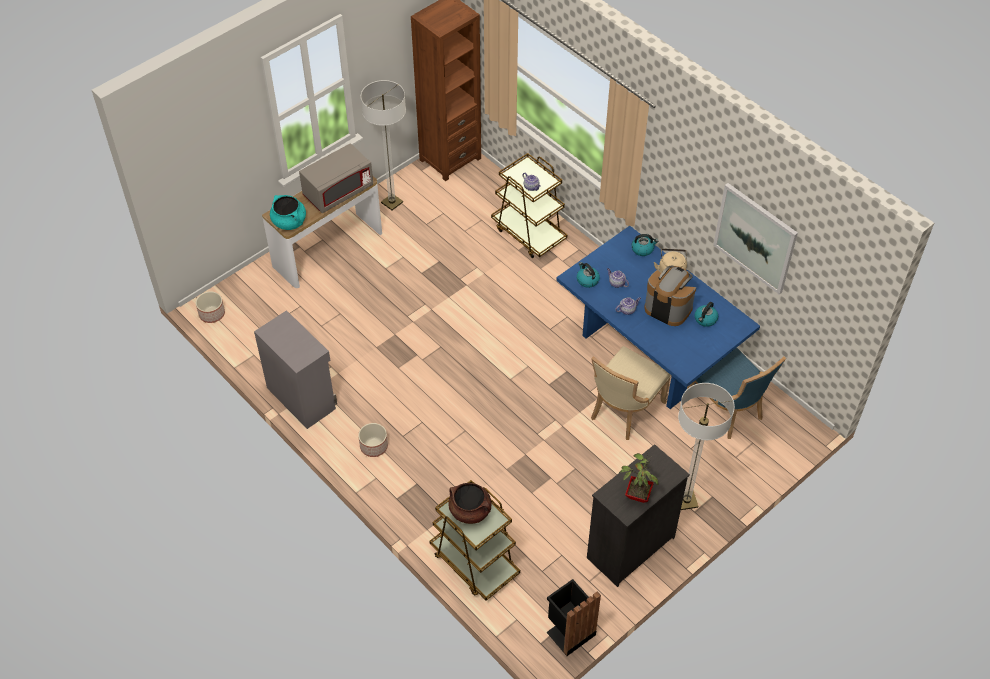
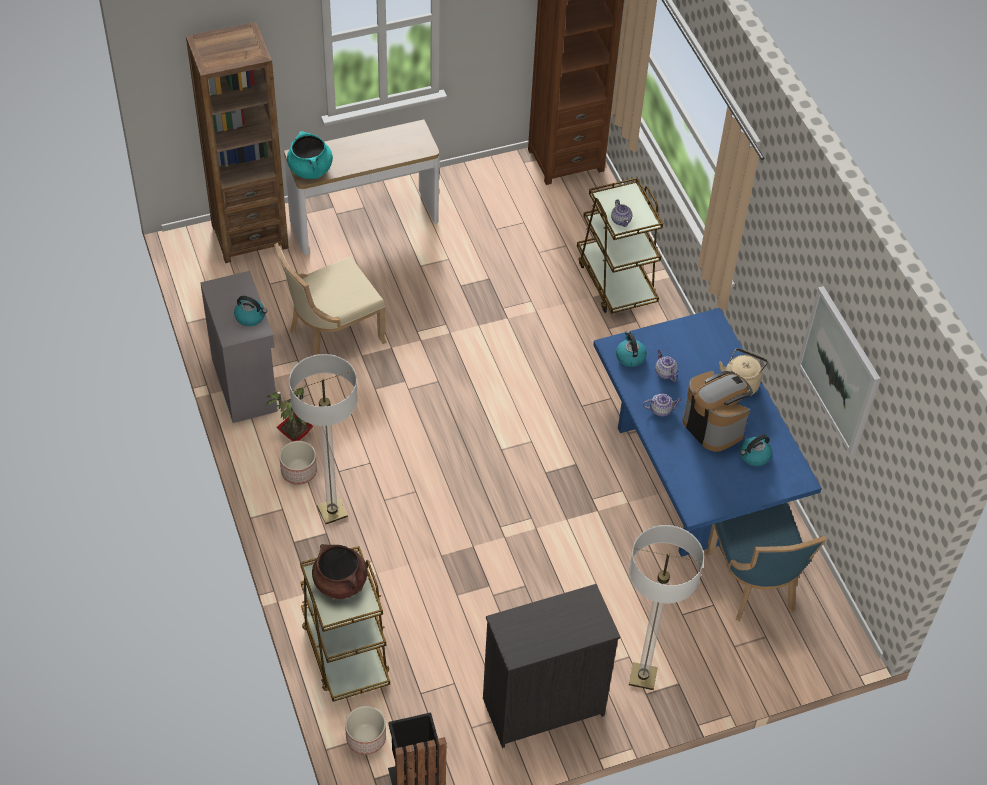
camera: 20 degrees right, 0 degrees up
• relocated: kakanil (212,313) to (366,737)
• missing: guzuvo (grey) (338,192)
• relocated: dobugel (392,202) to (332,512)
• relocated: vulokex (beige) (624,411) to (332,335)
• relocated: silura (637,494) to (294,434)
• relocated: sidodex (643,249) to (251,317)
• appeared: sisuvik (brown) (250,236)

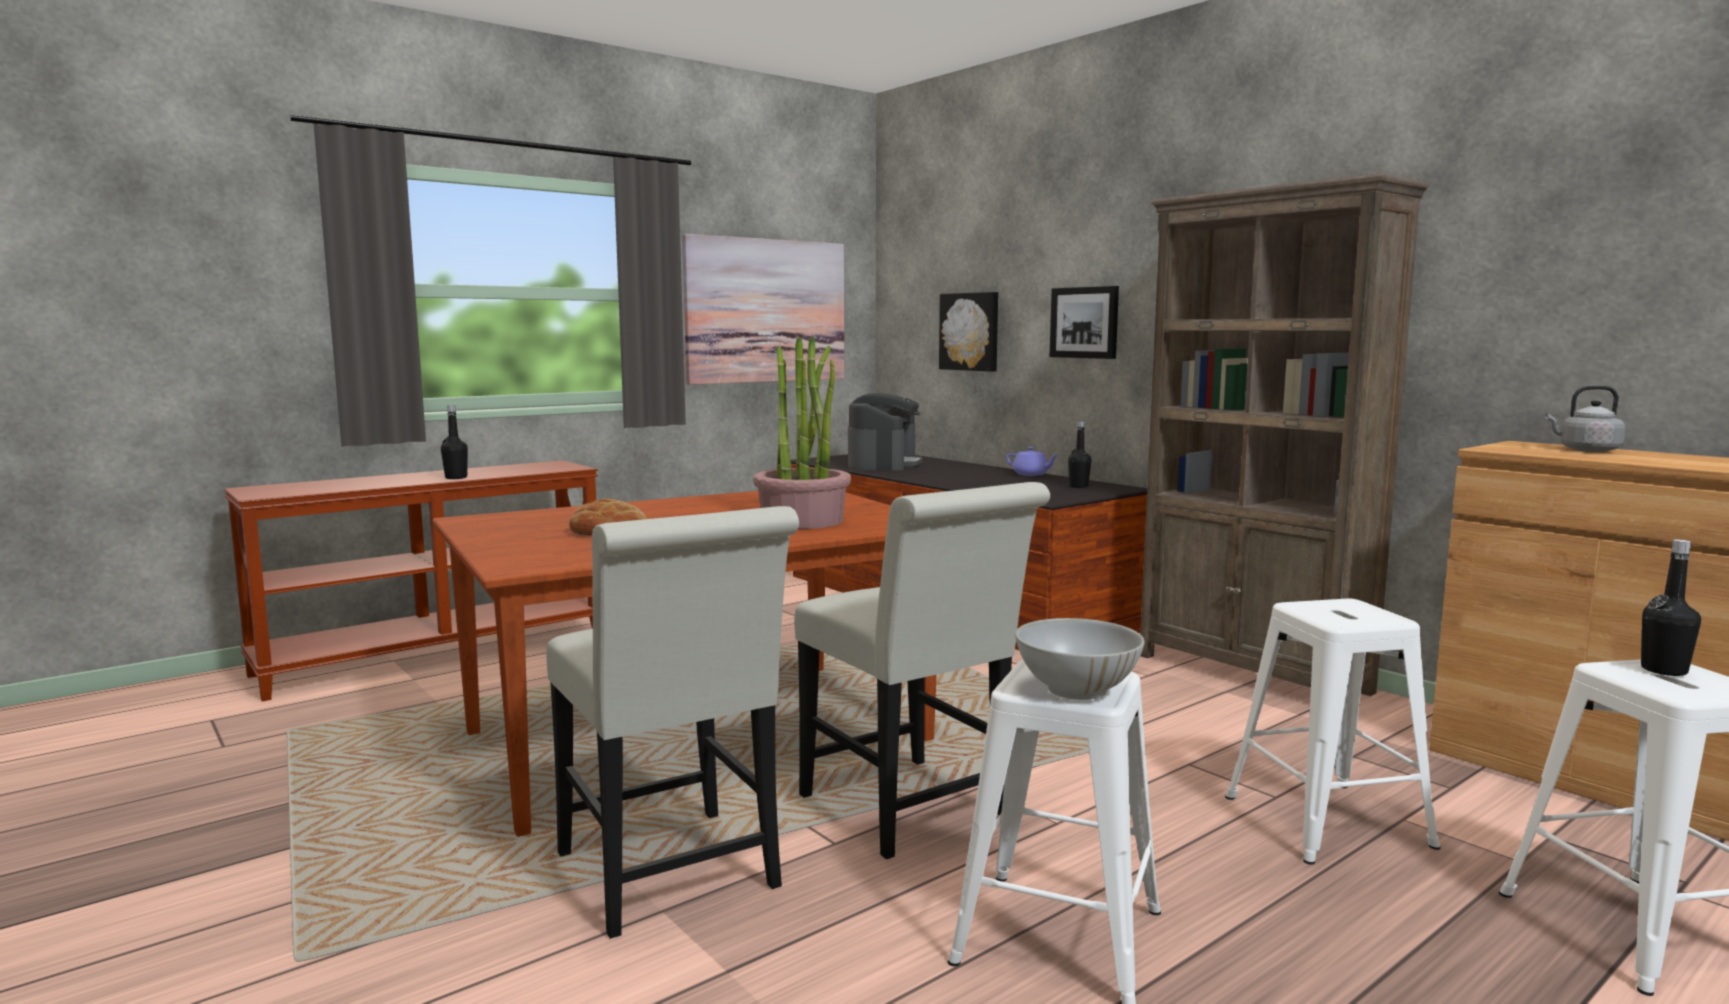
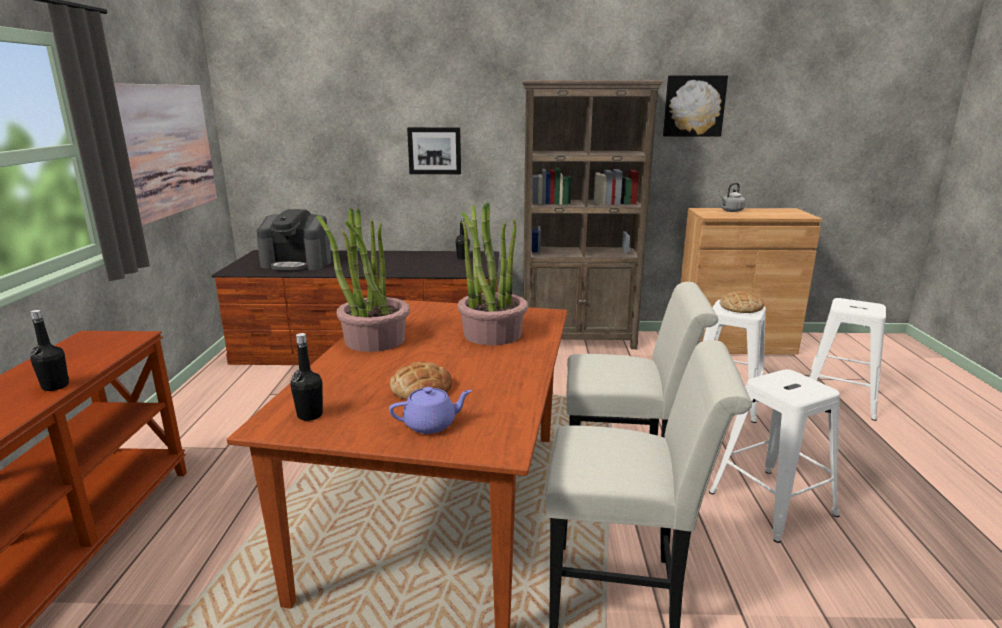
camera: 50 degrees left, 10 degrees up
• spun: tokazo (884,464) = (297,264) 135 degrees clockwise
• relocated: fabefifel (970,331) to (693,106)
• relocated: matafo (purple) (1031,474) to (431,424)
• missing: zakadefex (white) (1076,689)
• relocated: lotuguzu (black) (1664,670) to (310,415)
• appeared: silura (374,340)
• appeared: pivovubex (740,307)

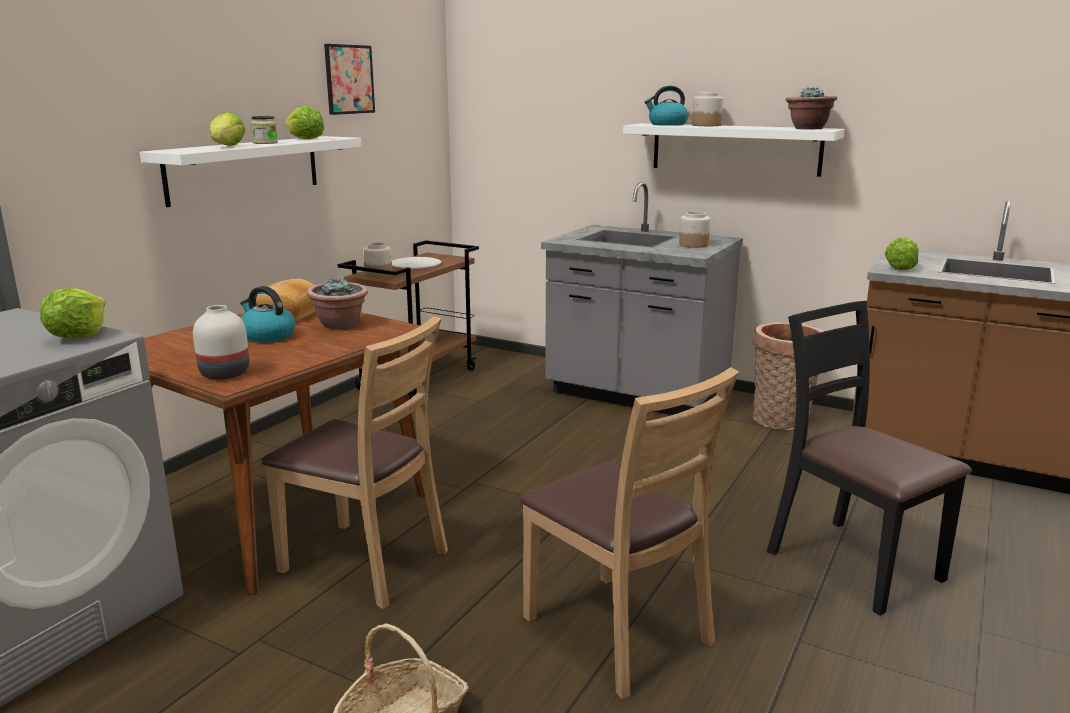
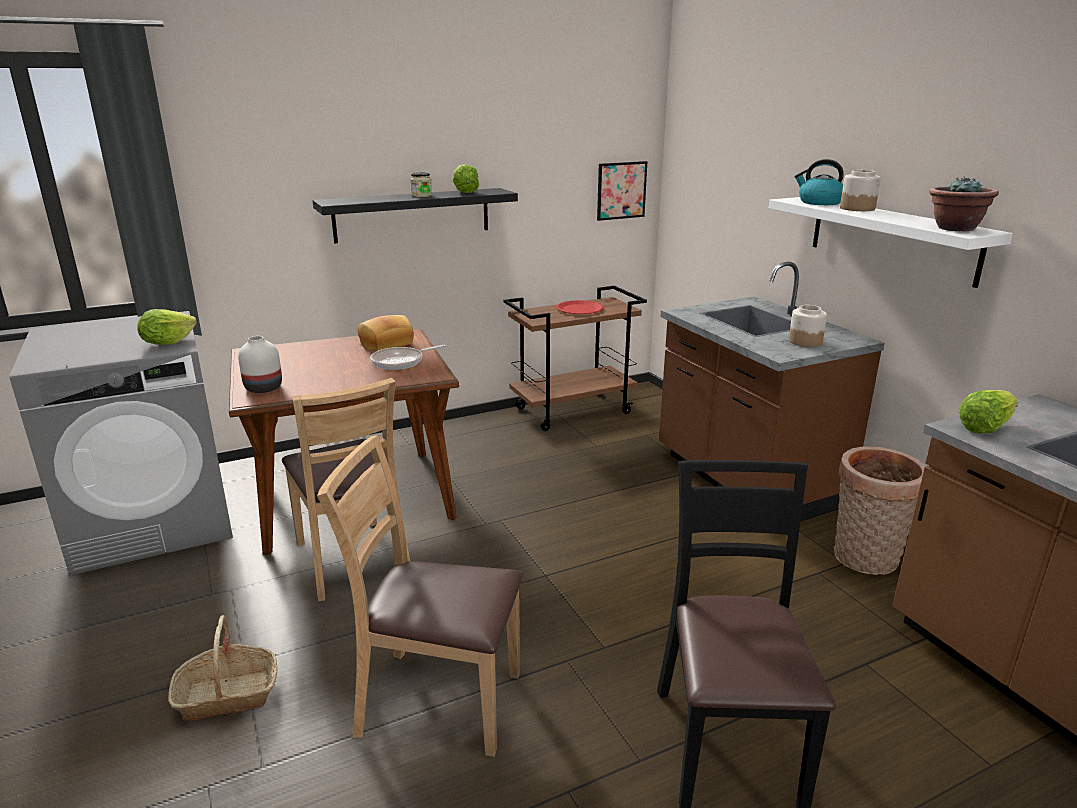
camera: 35 degrees right, 5 degrees up
• colour: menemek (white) (245,169) to menemek (black) (412,215)
• missing: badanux (227,146)
• missing: sidodex (267,336)
• exchanged: silura (340,325) to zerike (401,362)
• relocated: fabefifel (349,79) to (621,190)
• missing: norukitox (379,273)
• colour: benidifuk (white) (415,265) to benidifuk (red) (579,309)
• spun: vulokex (brown) (617,632) = (438,701) 105 degrees clockwise
• colour: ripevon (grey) (636,394) to ripevon (brown) (746,481)

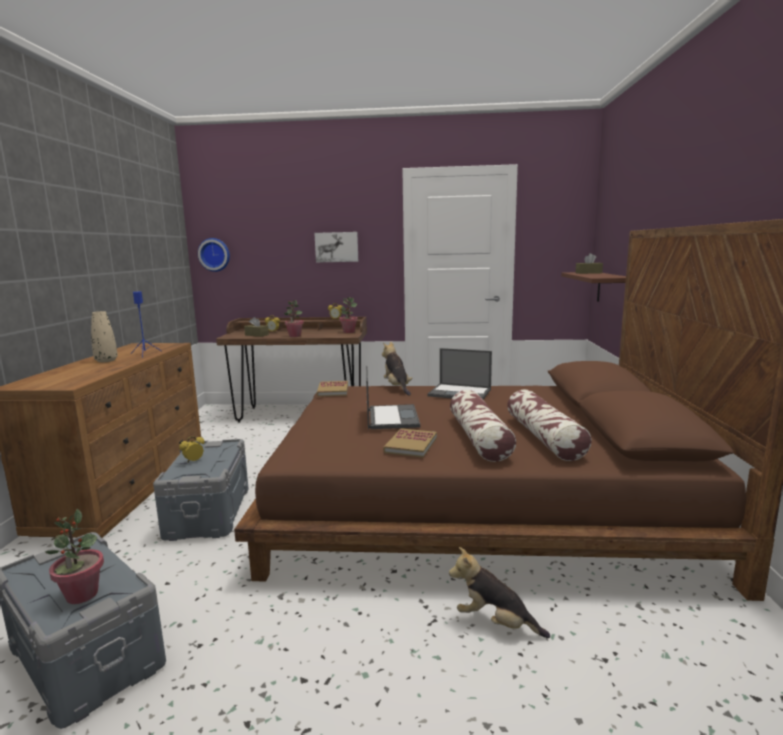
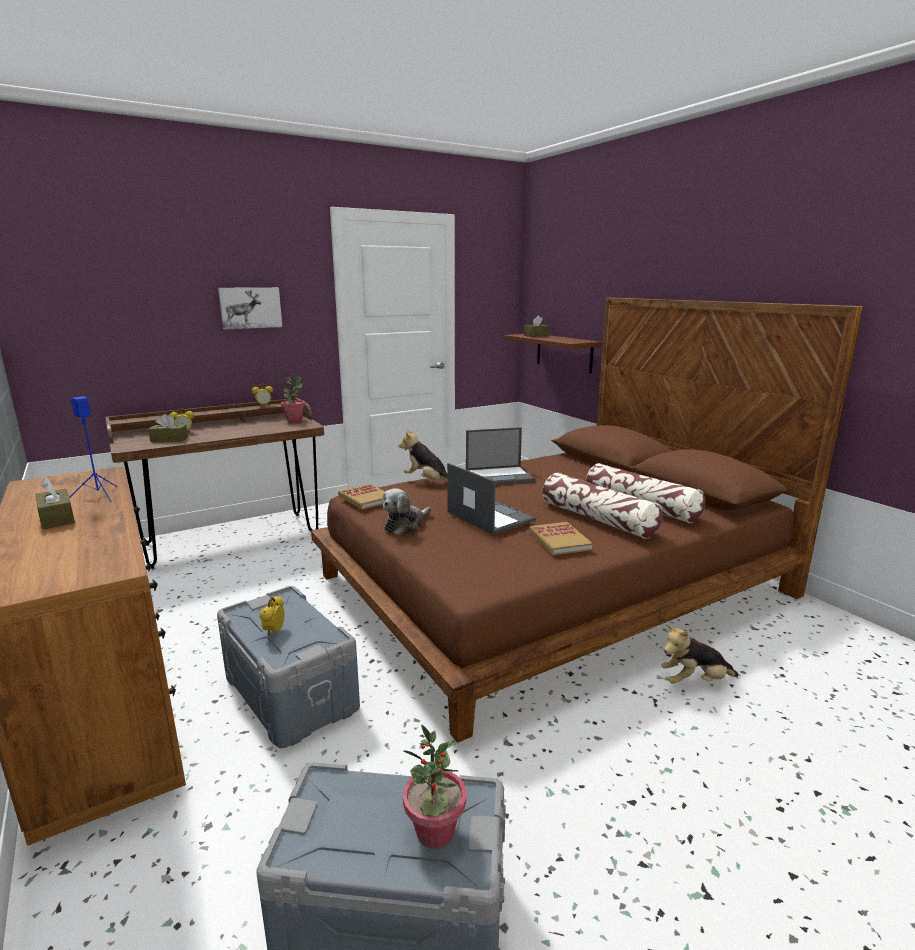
camera: 35 degrees left, 5 degrees up
• exchanged: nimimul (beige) (106,361) to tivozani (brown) (57,518)
• missing: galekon (215,254)
• missing: silura (294,336)
• appeared: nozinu (405,525)

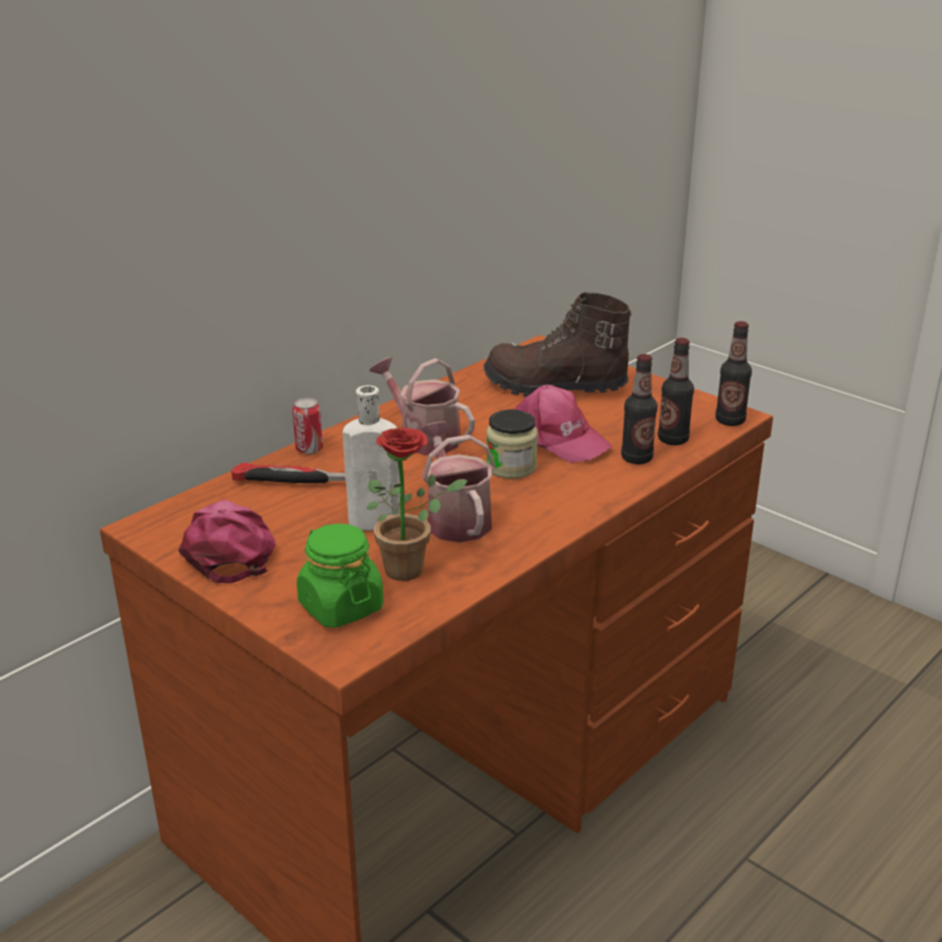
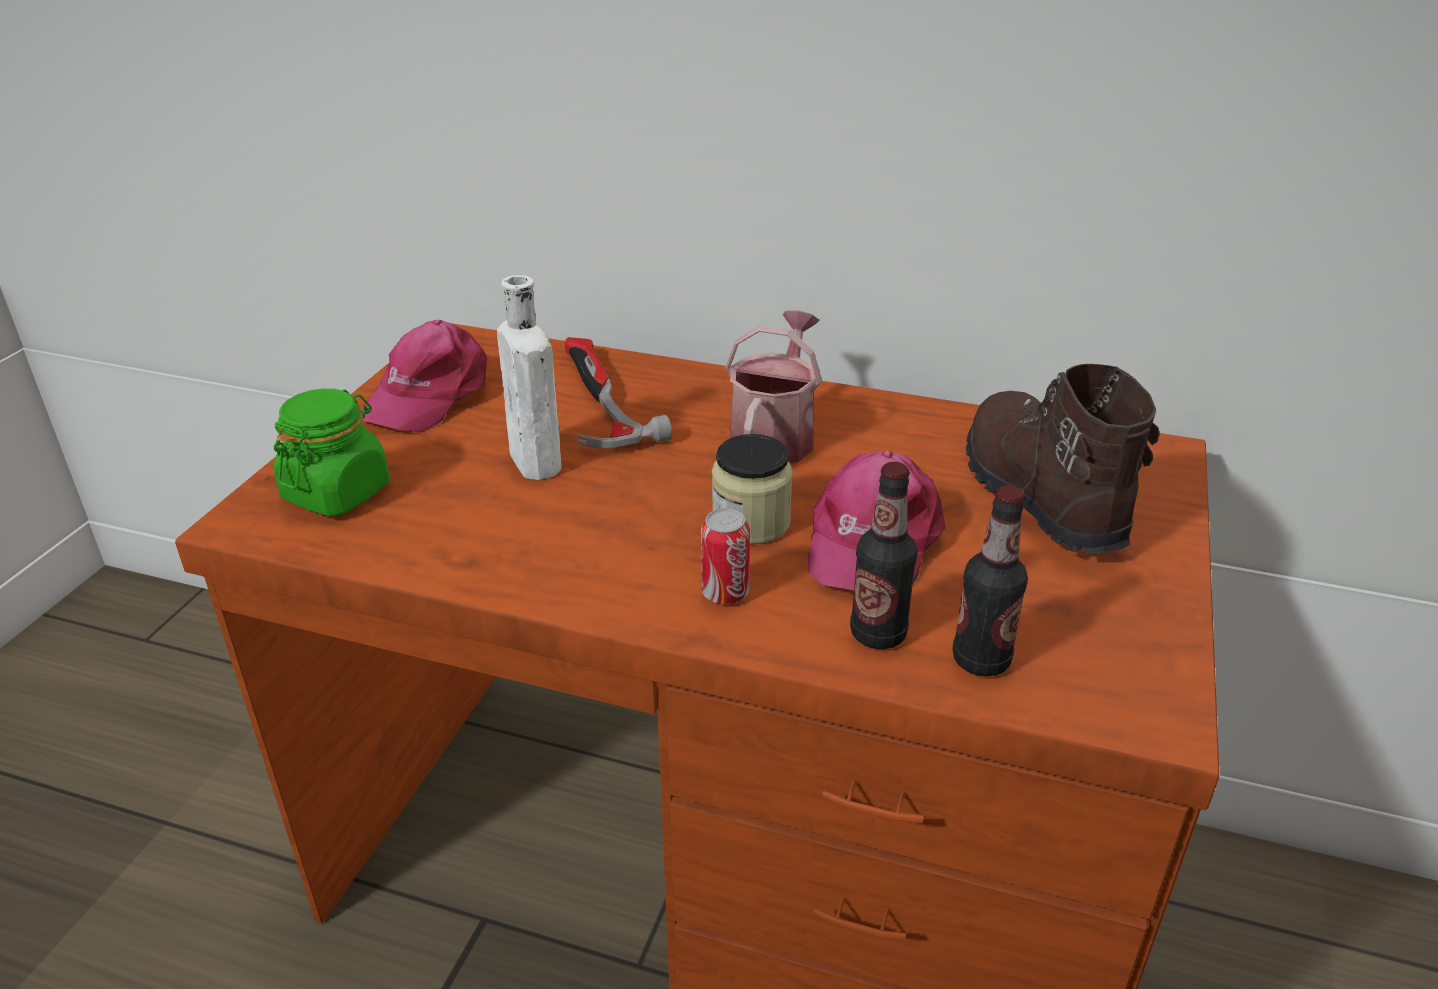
camera: 65 degrees right, 5 degrees up
• spun: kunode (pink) (230,549) = (429,394) 150 degrees clockwise
• relocated: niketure (309,449) to (725,593)
• missing: silura (412,568)
• missing: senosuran (455,518)
• missing: lotuguzu (730,421)

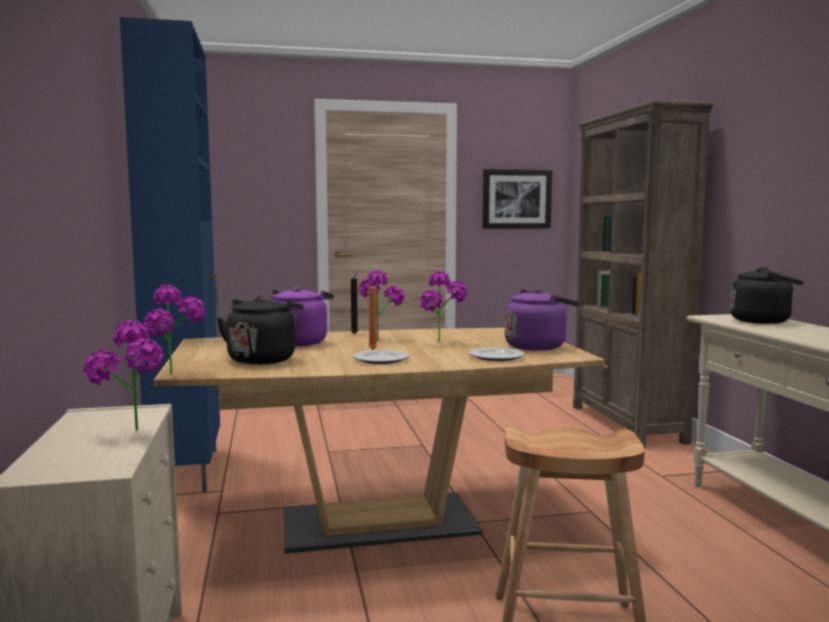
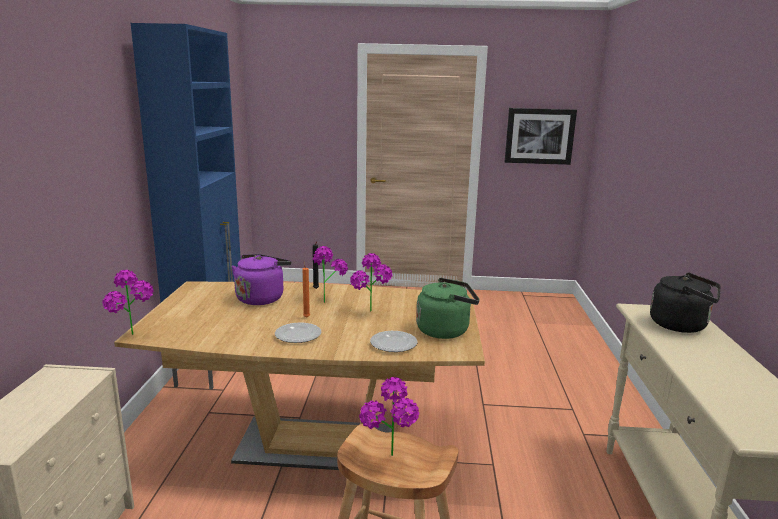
camera: 15 degrees right, 10 degrees up
• relocated: silura (132,434) to (390,462)
• missing: sidodex (black) (263,359)
• colour: sidodex (purple) (538,346) to sidodex (green) (446,330)
• missing: sisuvik (brown) (627,424)

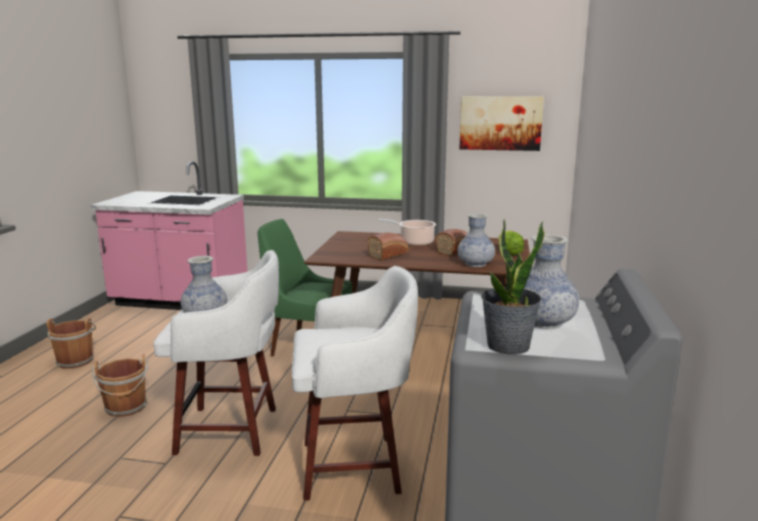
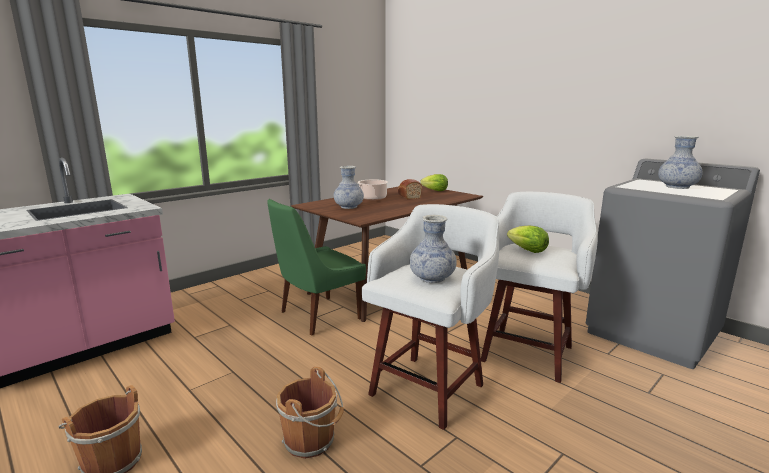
camera: 55 degrees left, 0 degrees up
• missing: pivovubex (389,254)
• relocated: nimimul (475,264) to (348,207)
• missing: fabefifel (500,123)
• missing: silura (508,346)
• appeared: badanux (527,250)

